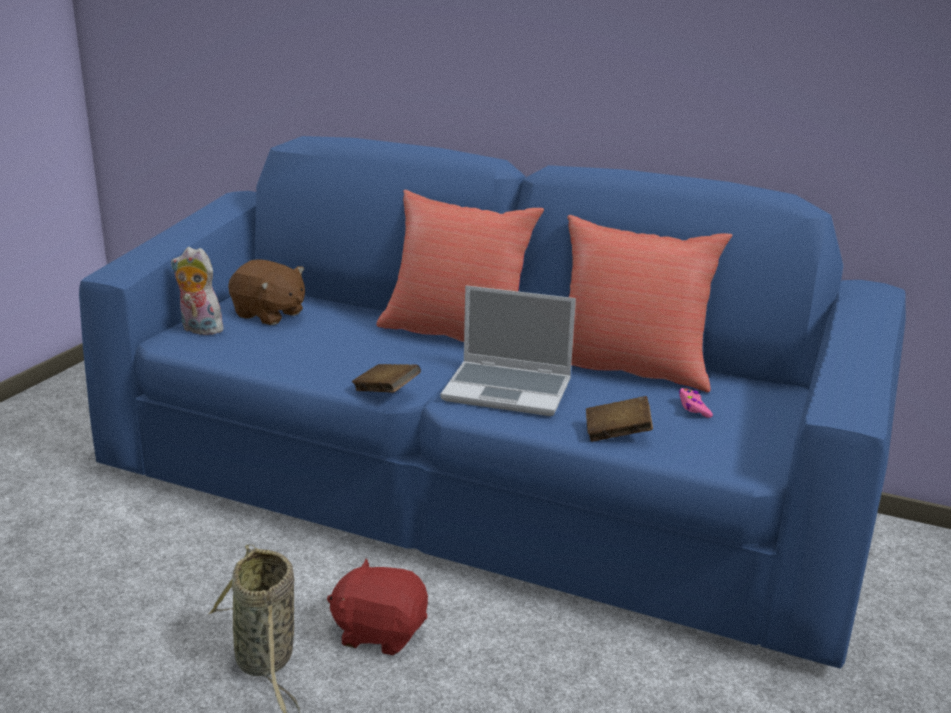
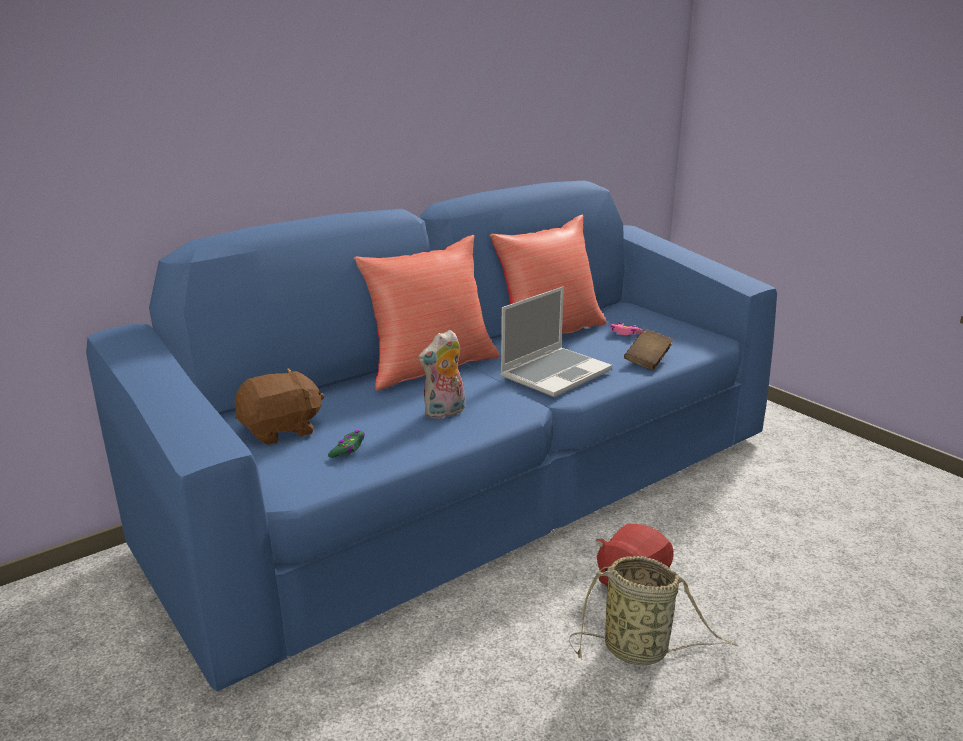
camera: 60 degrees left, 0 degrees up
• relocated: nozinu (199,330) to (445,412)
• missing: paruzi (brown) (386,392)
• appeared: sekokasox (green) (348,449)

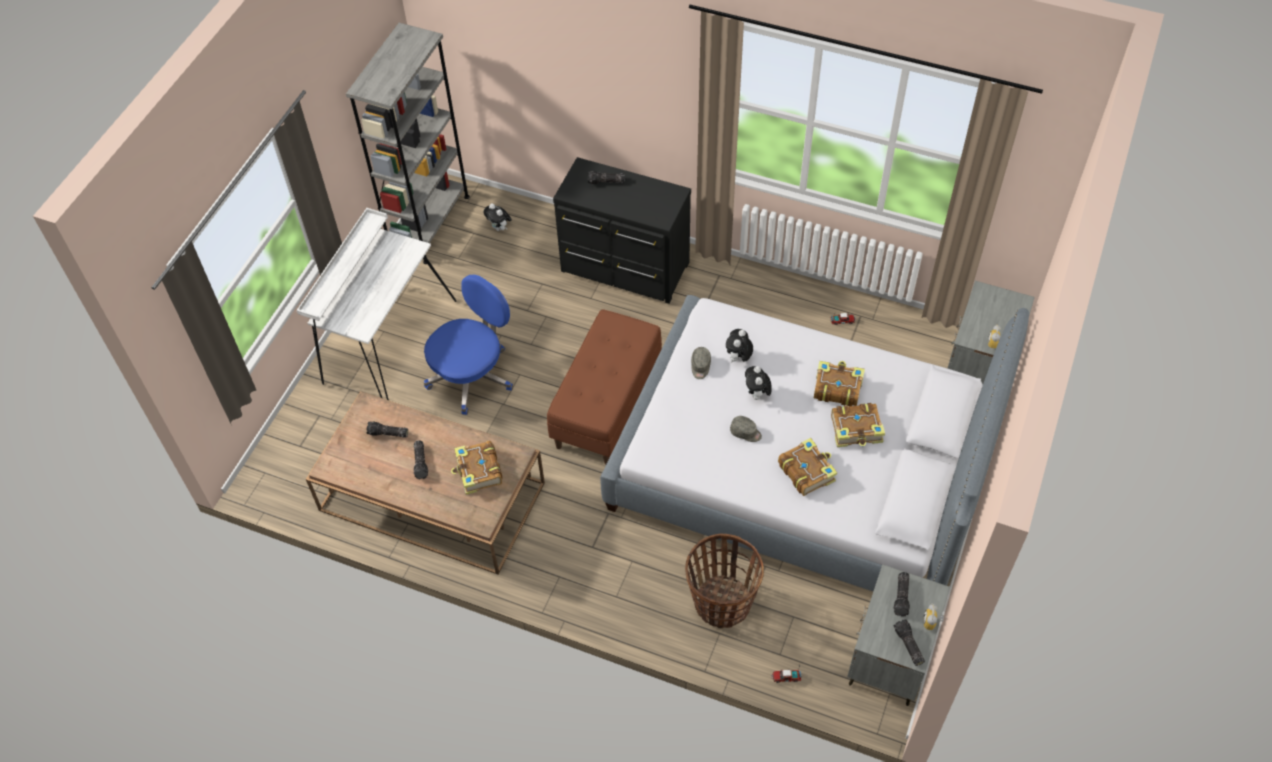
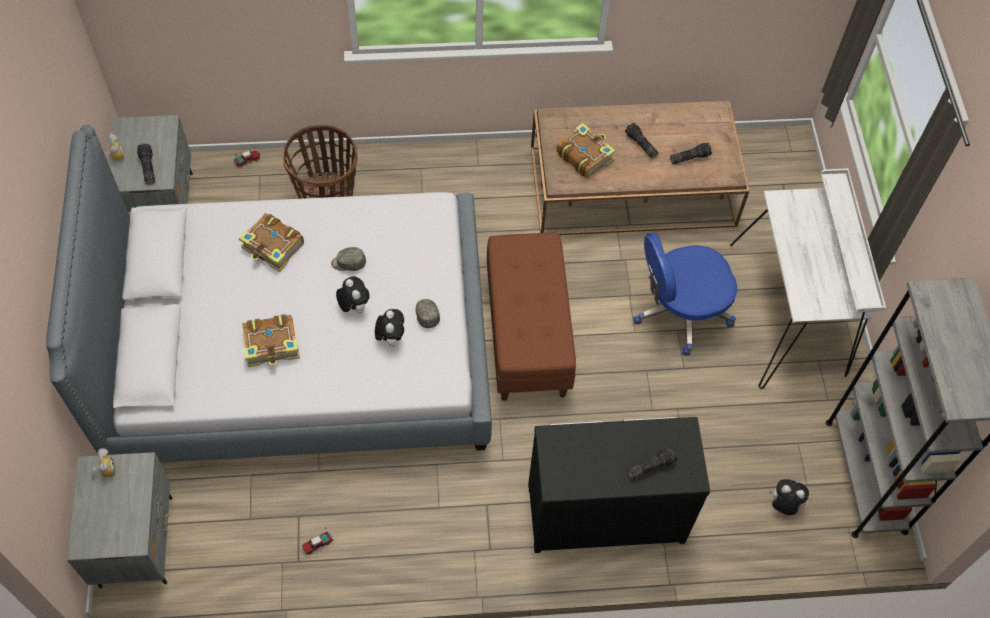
camera: 150 degrees right, 5 degrees up
• spun: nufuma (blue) (472,375) = (680,312) 60 degrees clockwise
• missing: paruzi (857,430)
• missing: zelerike (907,645)

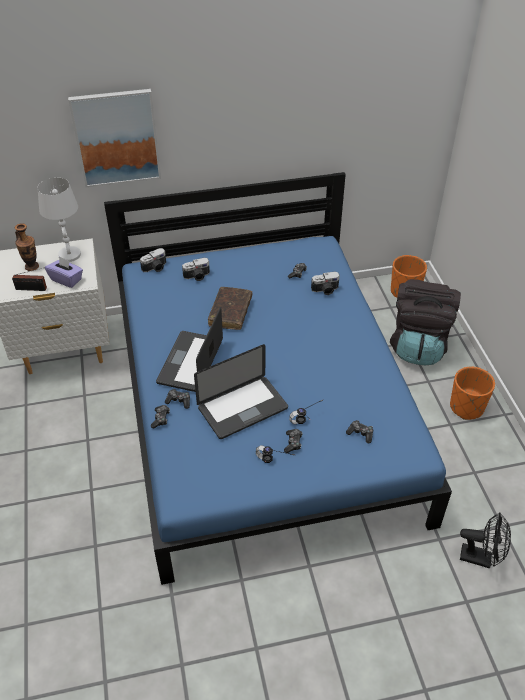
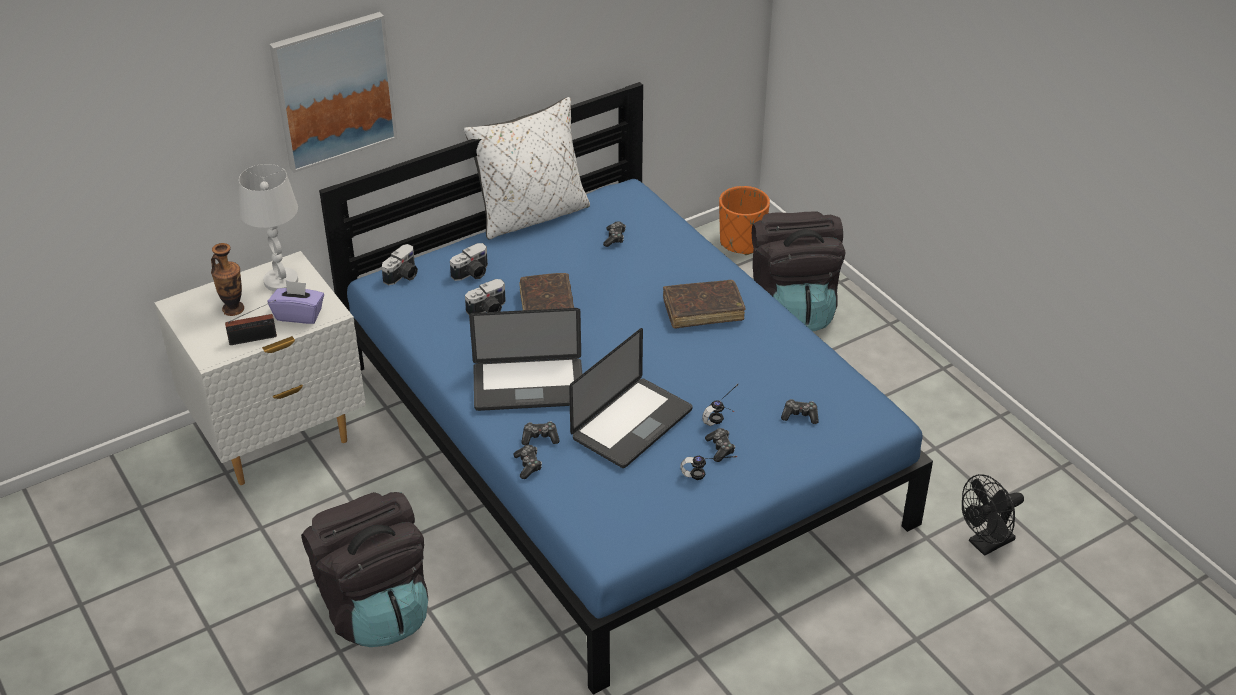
camera: 20 degrees left, 5 degrees down
• spun: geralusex (190,362) = (528,386) 90 degrees counterclockwise
• relocated: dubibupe (325,290) to (488,310)
• missing: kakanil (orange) (466,407)
• spun: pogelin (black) (481,558) = (986,544) 150 degrees clockwise
• appeared: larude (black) (374,608)
• appeared: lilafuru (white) (532,215)
• appeared: paruzi (brown) (703,310)

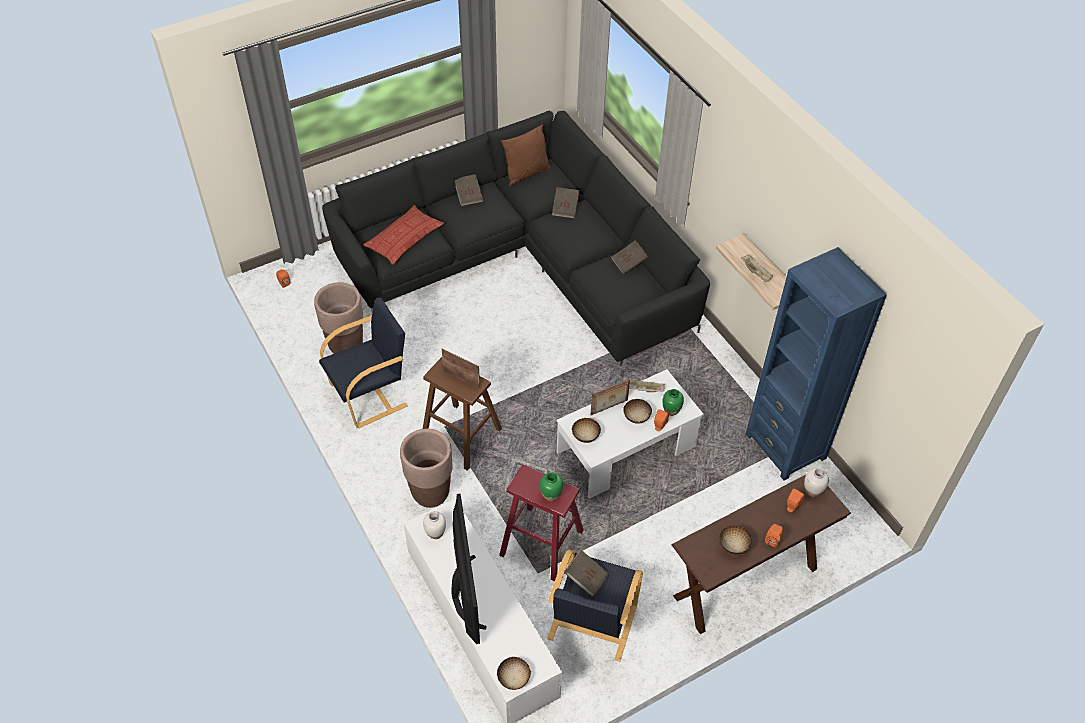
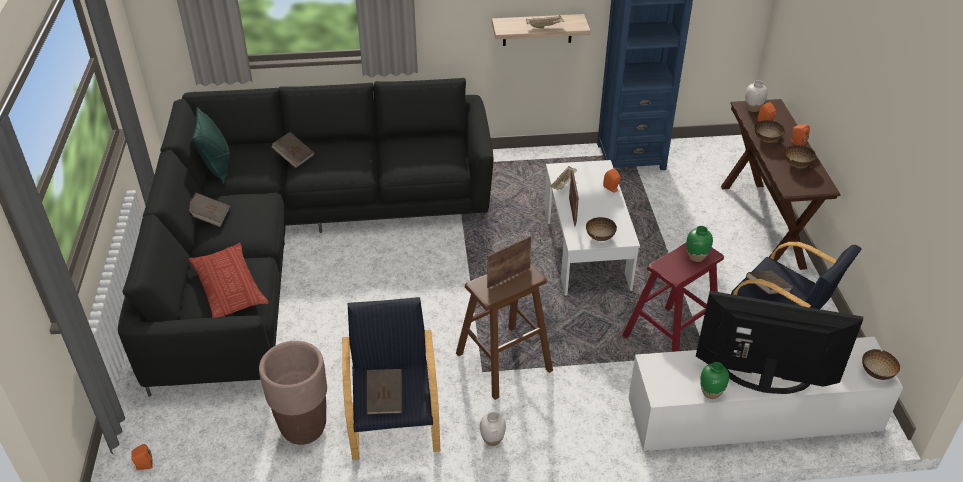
camera: 65 degrees left, 10 degrees down
• missing: kakanil (brown) (430,493)
• relocated: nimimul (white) (435,533) to (492,439)
• colour: lilafuru (brown) (527,174) to lilafuru (green) (217,167)
• relocated: paruzi (brown) (629,263) to (385,399)
• relocated: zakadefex (636,417) to (766,139)
• relocated: nimimul (green) (671,411) to (711,392)

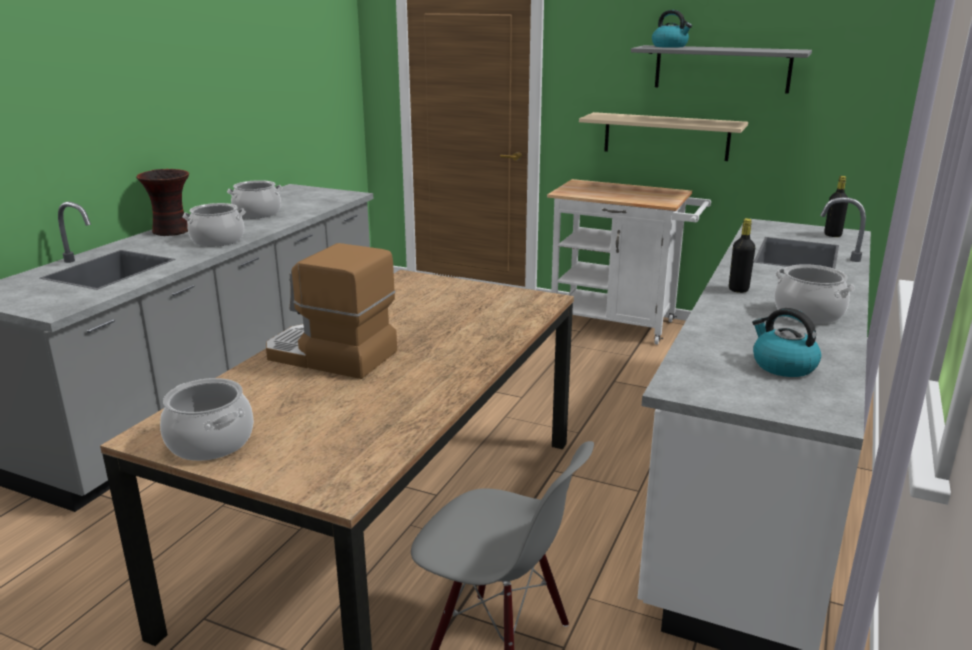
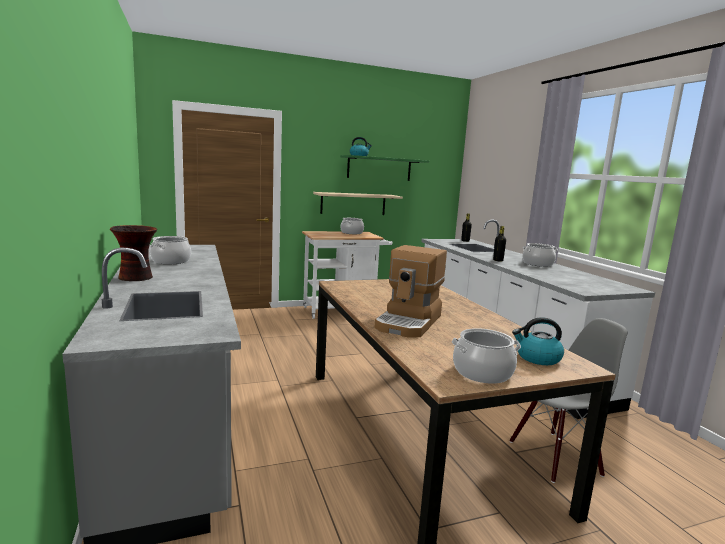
camera: 45 degrees left, 10 degrees down
• relocated: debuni (217,240) to (352,233)
• spun: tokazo (329,356) = (409,322) 45 degrees counterclockwise
• colour: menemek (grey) (722,69) to menemek (green) (379,168)
• relocated: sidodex (782,365) to (537,358)

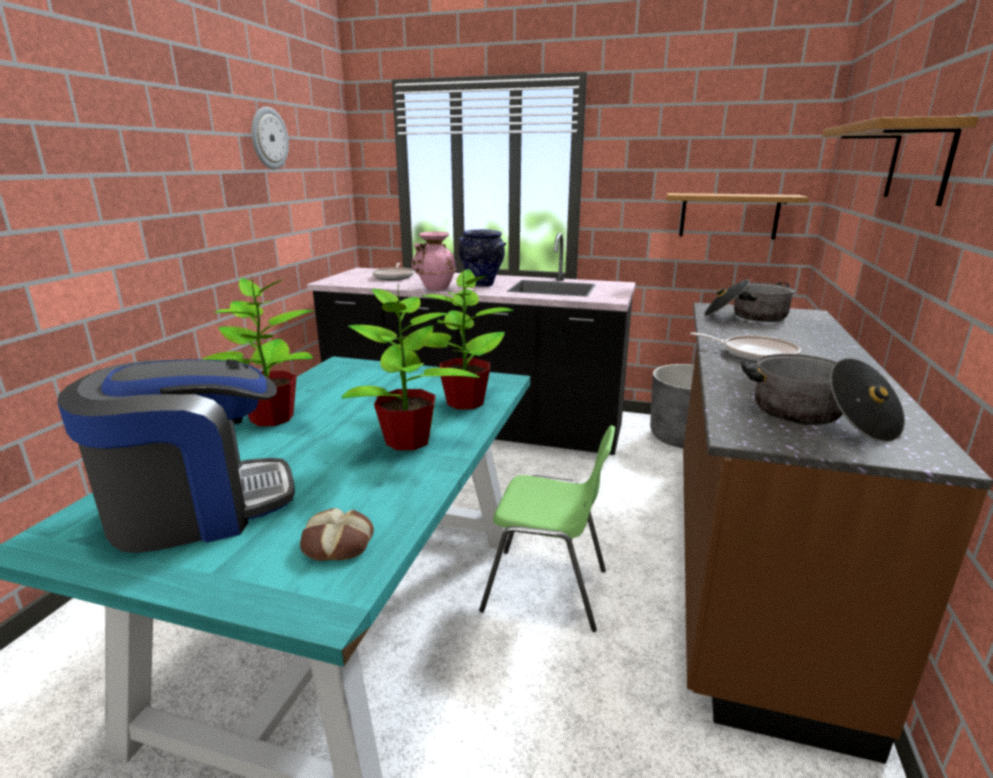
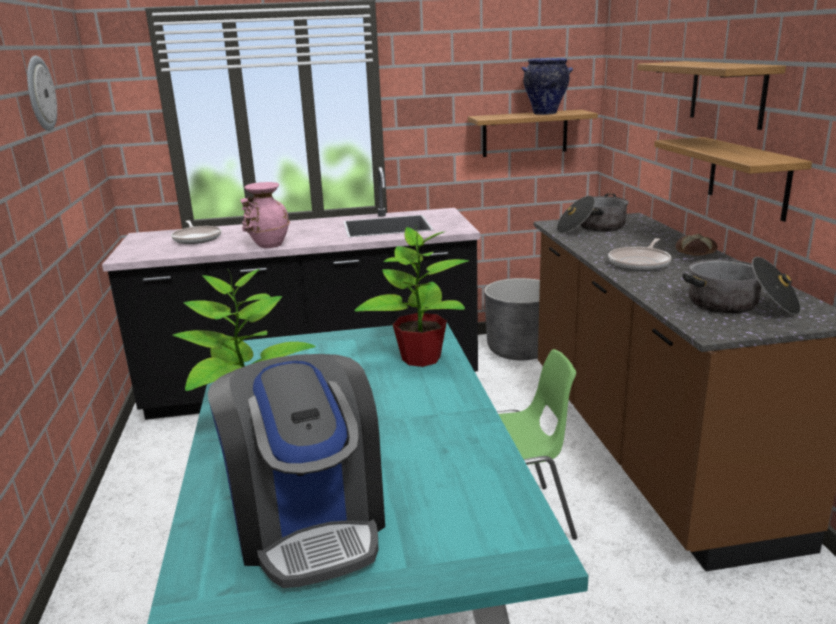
camera: 25 degrees left, 0 degrees up
• spun: tokazo (199,507) = (309,522) 120 degrees clockwise
• relocated: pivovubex (337,544) to (696,251)
• missing: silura (408,441)
• relocated: nimimul (482,285) to (545,113)
• spun: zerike (755,354) = (640,263) 120 degrees clockwise
• appeared: menemek (748,177)

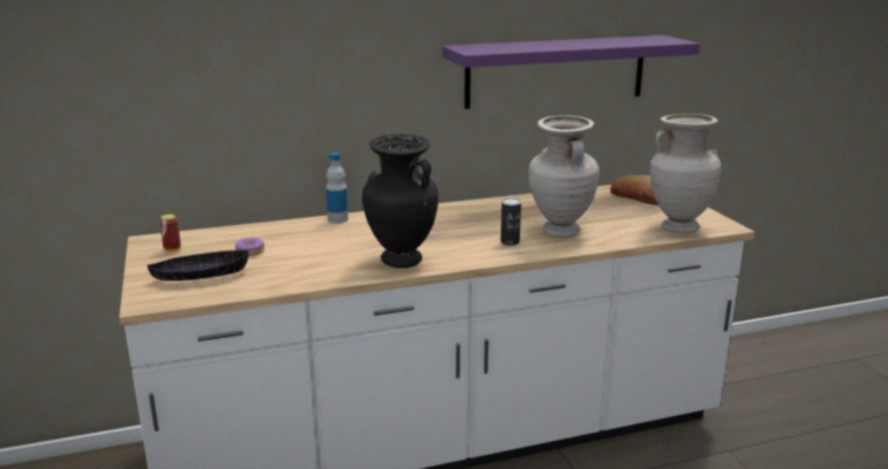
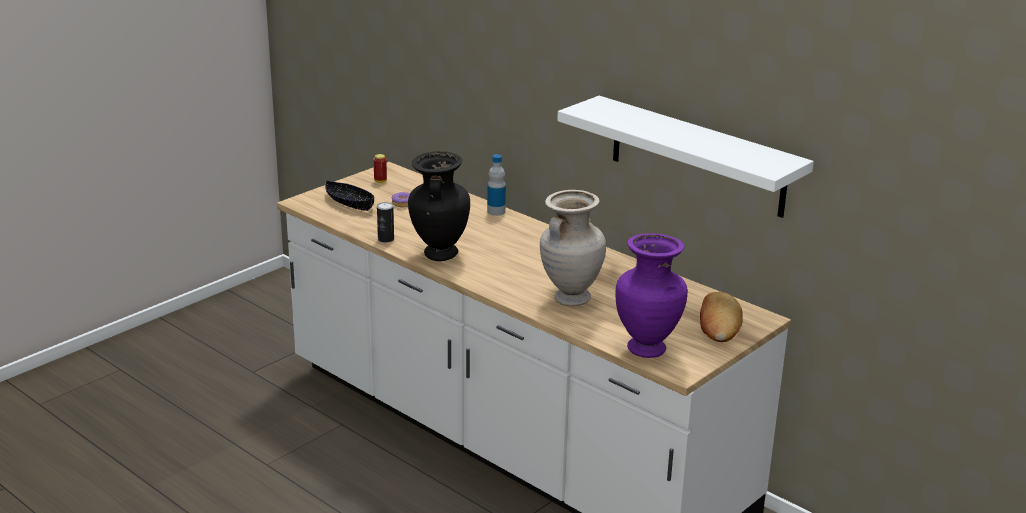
camera: 60 degrees right, 5 degrees up
• colour: menemek (purple) (556,71) to menemek (white) (697,156)
• relocated: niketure (510,242) to (386,239)
• colour: nimimul (beige) (678,228) to nimimul (purple) (647,349)

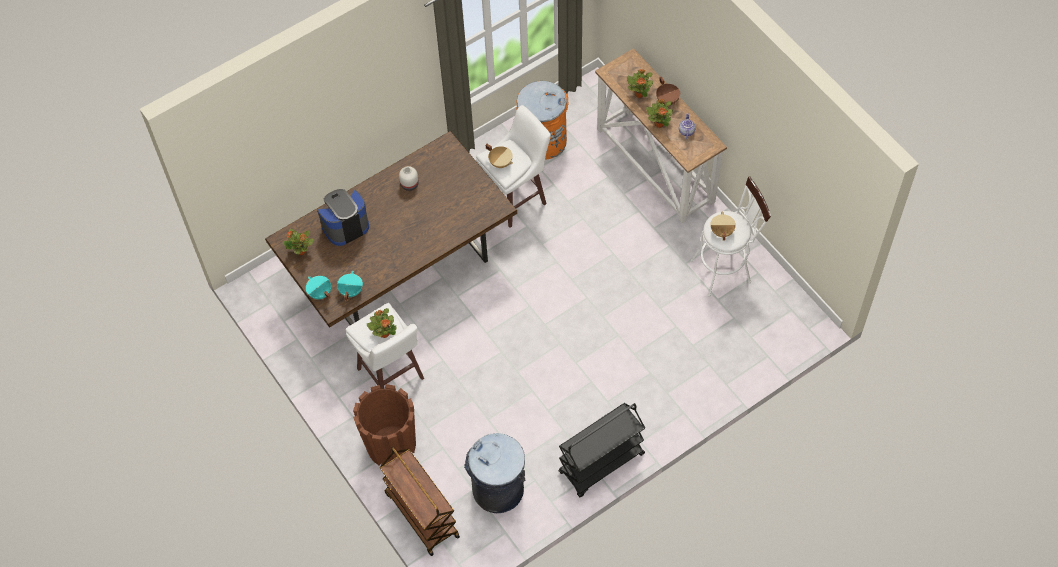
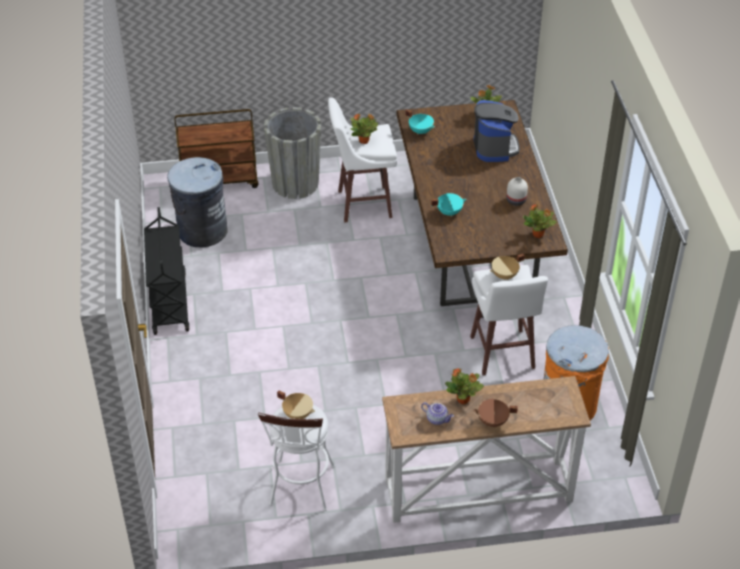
camera: 115 degrees right, 15 degrees down
• relocated: debuni (turquoise) (319,293) to (449,212)
• colour: kakanil (brown) (391,445) to kakanil (grey) (295,183)
• relocated: silura (639,93) to (538,234)

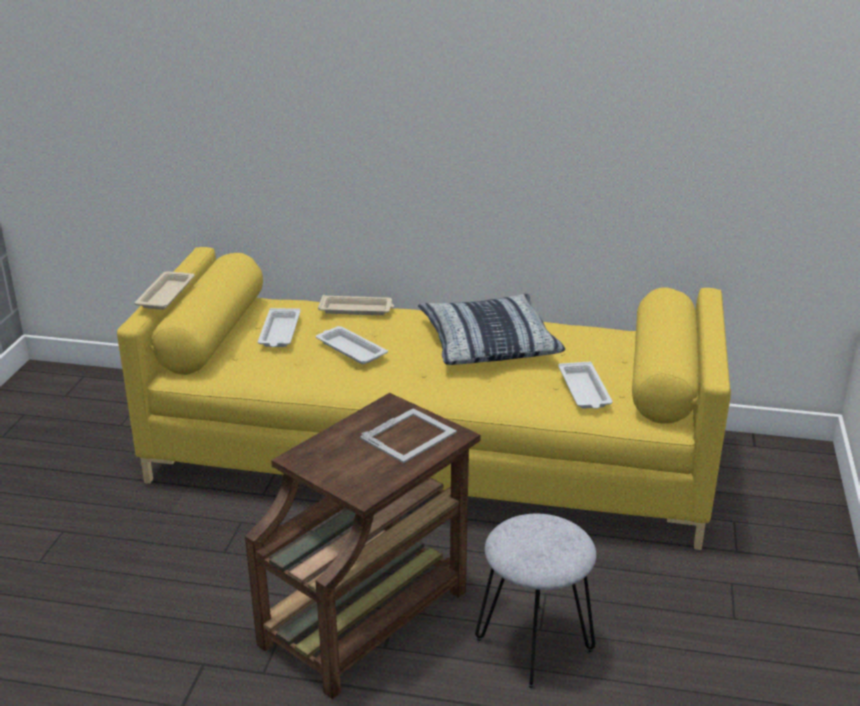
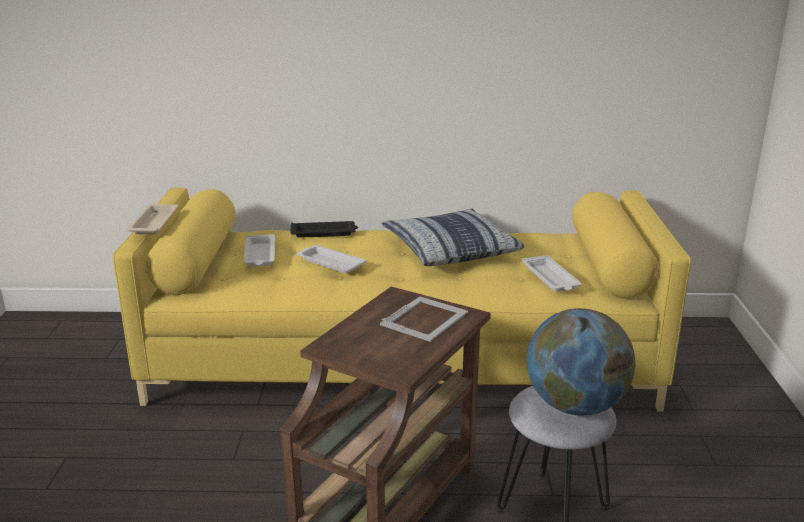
camera: 10 degrees left, 5 degrees down
• colour: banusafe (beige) (357,309) to banusafe (black) (324,233)
• appeared: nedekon (575,406)

